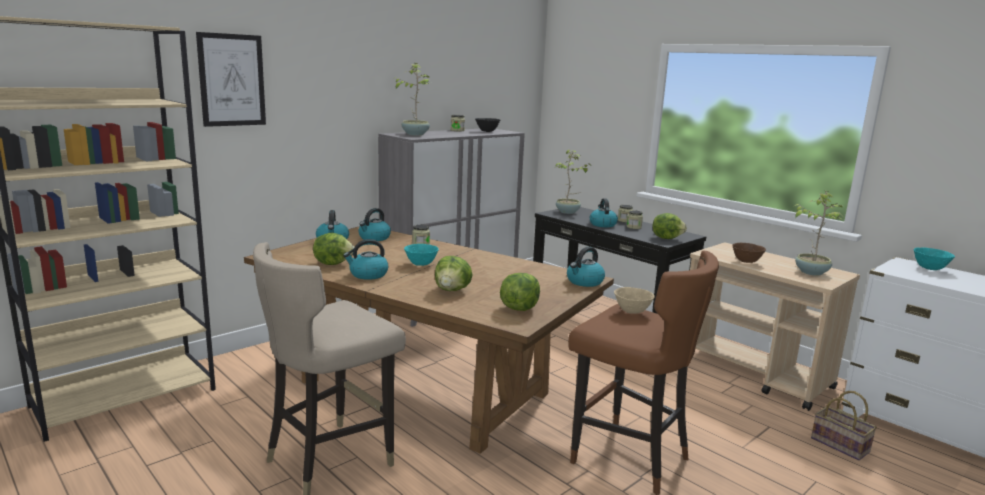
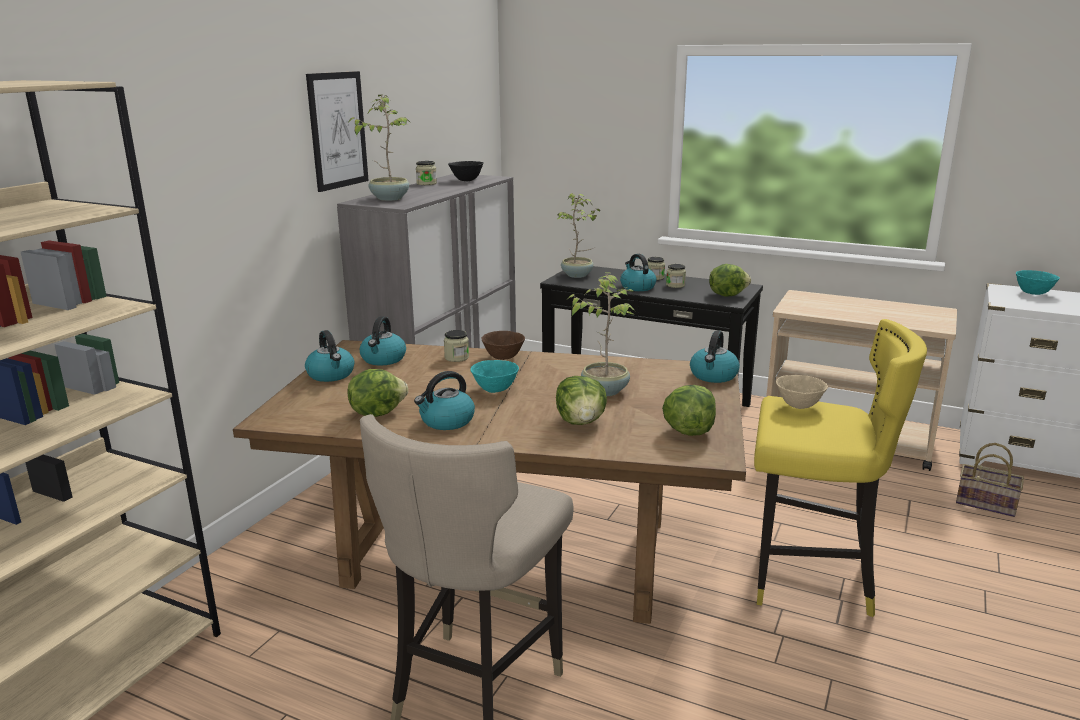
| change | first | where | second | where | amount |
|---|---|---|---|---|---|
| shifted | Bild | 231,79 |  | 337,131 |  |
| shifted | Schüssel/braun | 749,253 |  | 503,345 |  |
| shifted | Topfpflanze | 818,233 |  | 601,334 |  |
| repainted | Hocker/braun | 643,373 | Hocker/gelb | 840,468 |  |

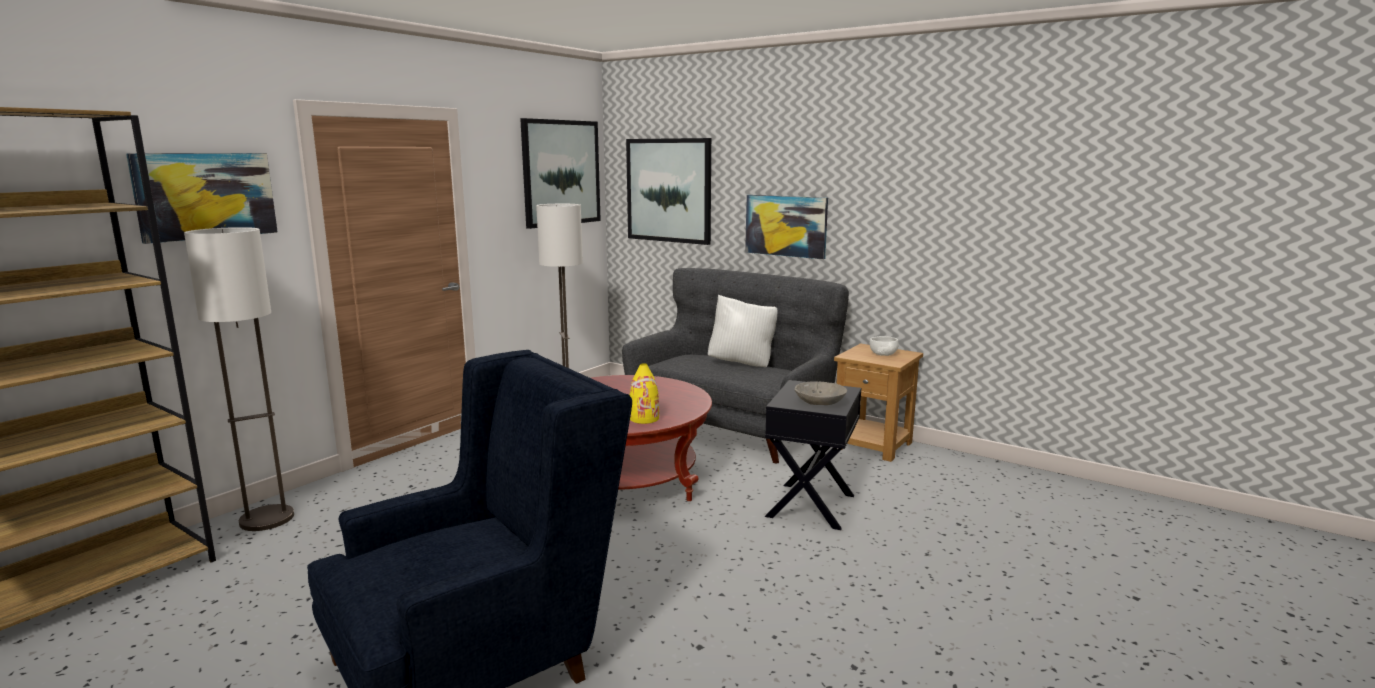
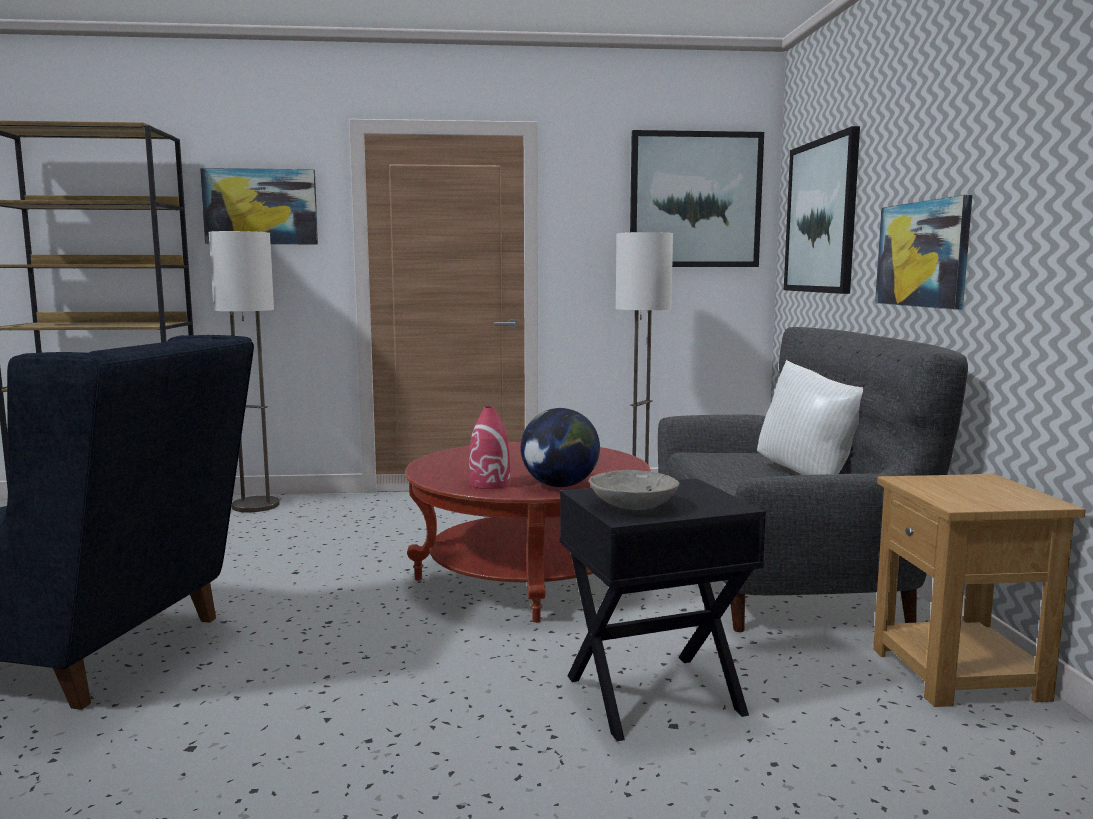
| change | first | where | second | where | amount |
|---|---|---|---|---|---|
| repainted | Vase/gelb | 644,393 | Vase/rot | 489,447 |  |
| new |  |  | Globus | 560,447 |  |
| gone | Schüssel/weiß | 884,346 |  |  |  |

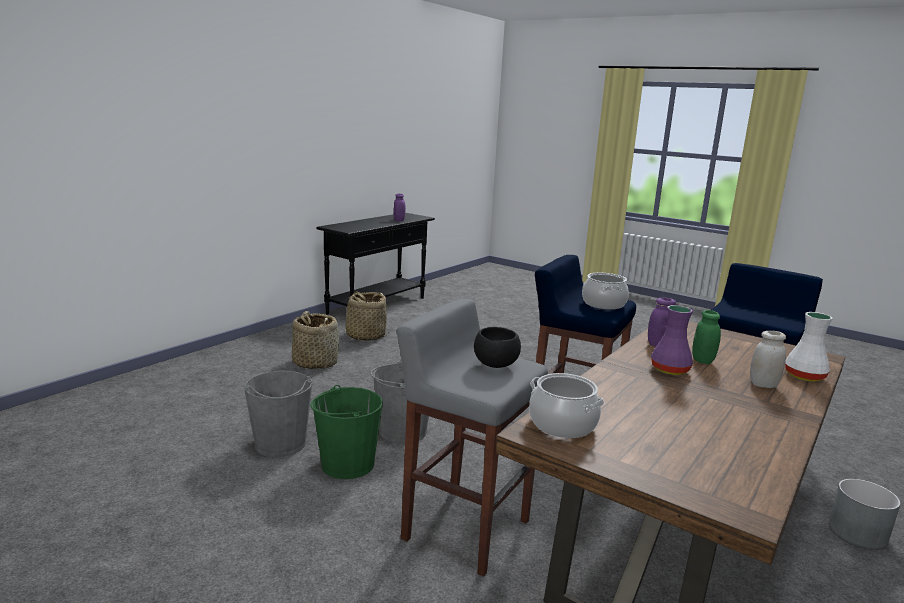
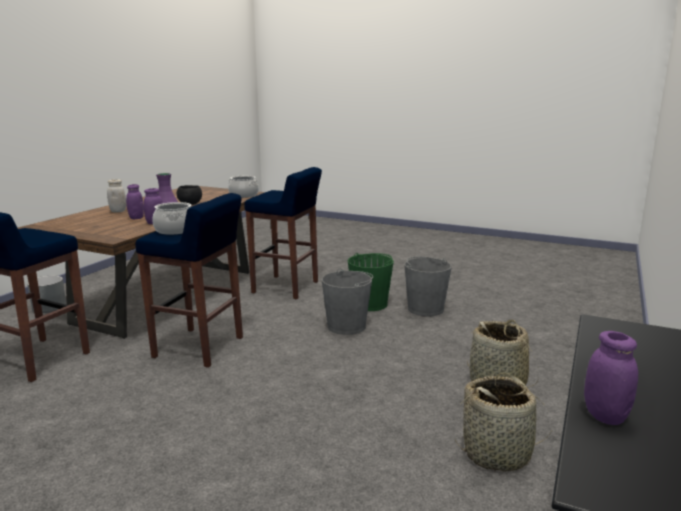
| change | first | where | second | where | amount |
|---|---|---|---|---|---|
| repainted | Vorratsglas/grün | 706,337 | Vorratsglas/lila | 135,201 |  |
| shifted | Schüssel/schwarz | 497,347 |  | 189,195 |  |
| repainted | Hocker/grau | 472,438 | Hocker/blau | 283,233 |  |
| gone | Vase/weiß | 809,347 |  |  |  |

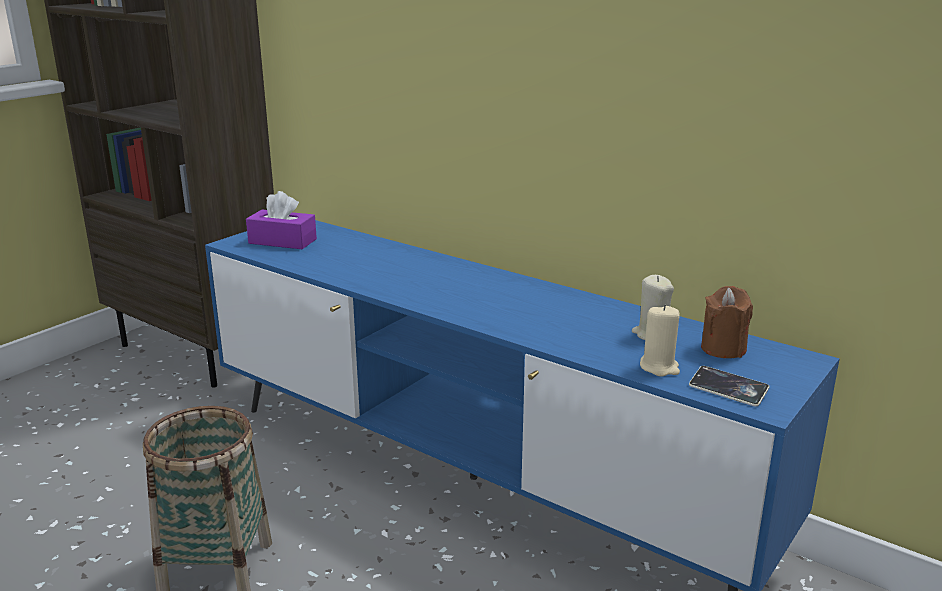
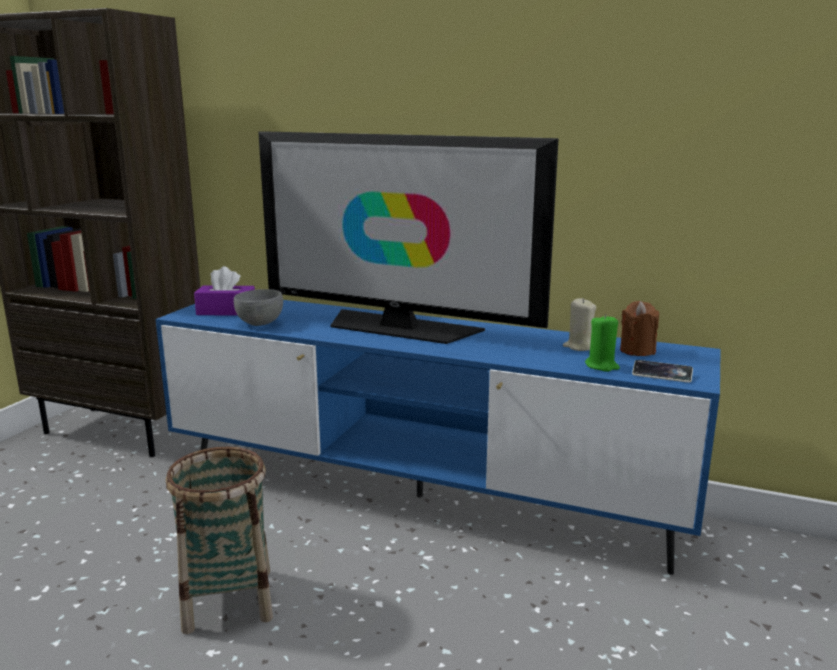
| change | first | where | second | where | amount |
|---|---|---|---|---|---|
| new |  |  | Schüssel/grau | 258,307 |  |
| new |  |  | Fernseher | 408,237 |  |
| repainted | Kerze/beige | 660,341 | Kerze/grün | 602,343 |  |

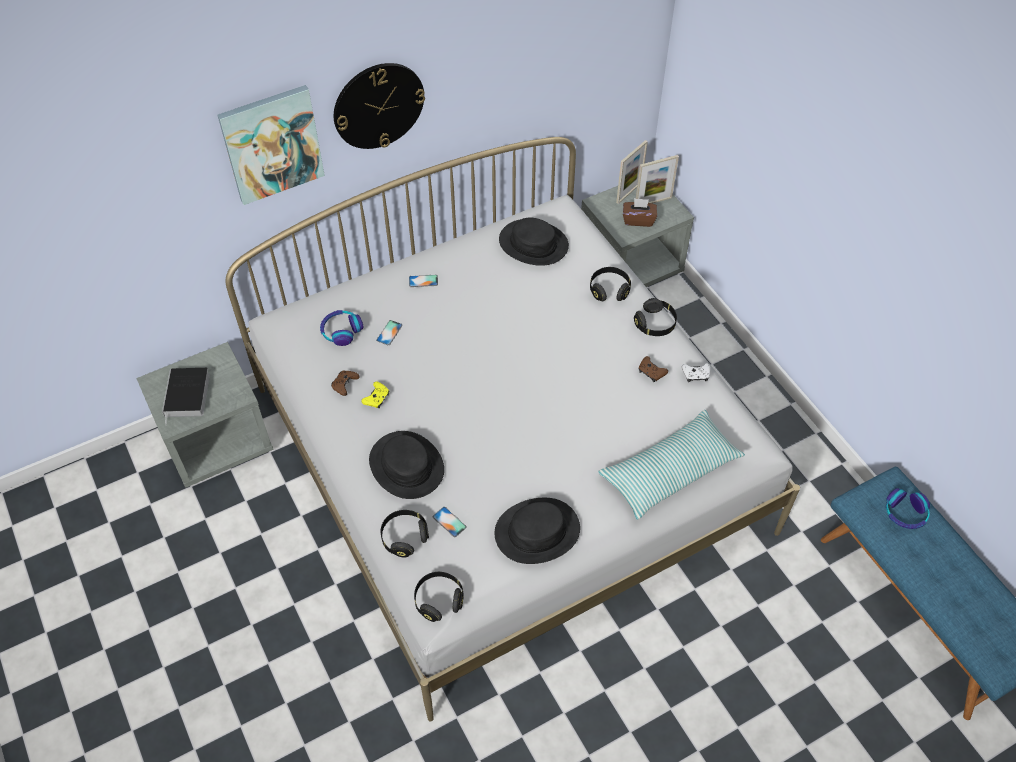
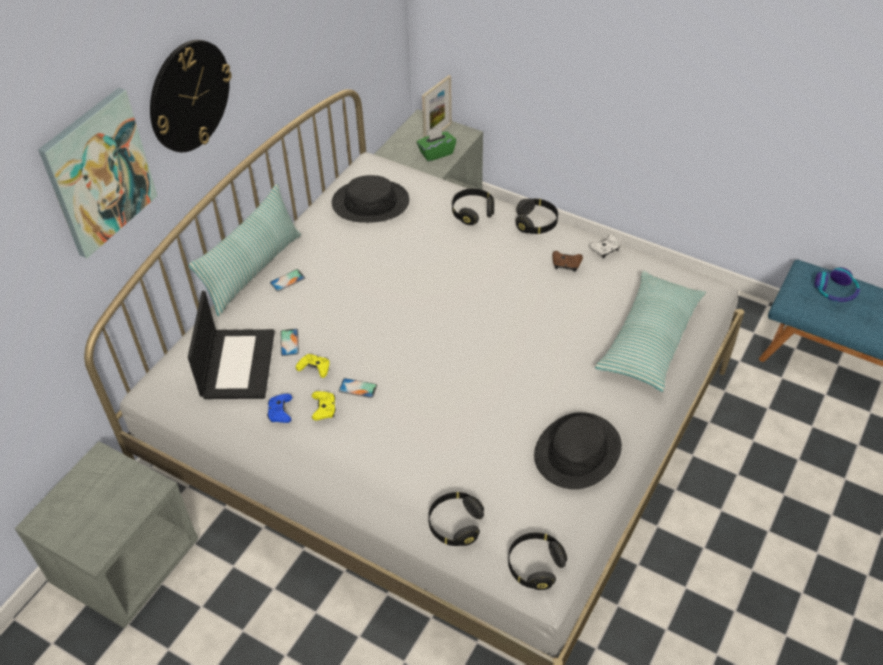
| change | first | where | second | where | amount |
|---|---|---|---|---|---|
| swapped | Kopfhörer | 341,328 | Laptop | 231,345 |  |
| new |  |  | Kissen | 245,250 |  |
| repainted | Gamepad/braun | 345,383 | Gamepad/blau | 279,408 |  |
| new |  |  | Gamepad/gelb | 313,366 |  |
| shifted | Handy | 450,522 |  | 358,388 |  |
| repainted | Taschentuchbox/braun | 640,212 | Taschentuchbox/grün | 436,144 |  |
| gone | Buch | 186,397 |  |  |  |
| gone | Hut/schwarz | 406,465 |  |  |  |
| gone | Bilderrahmen | 632,172 |  |  |  |

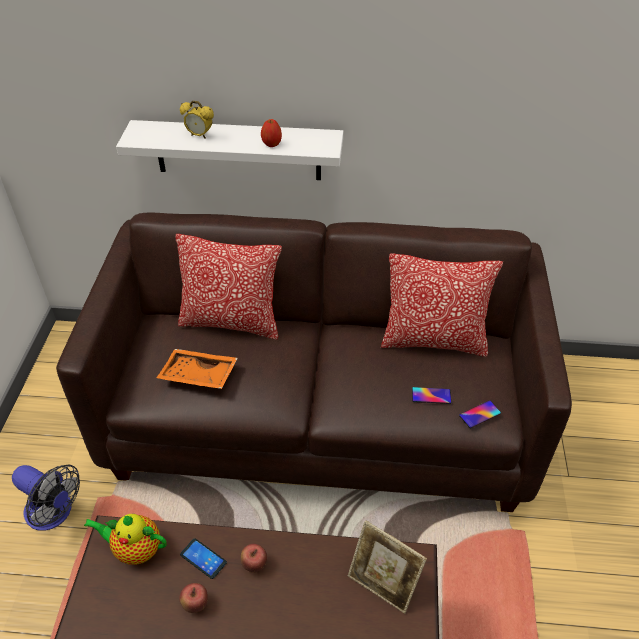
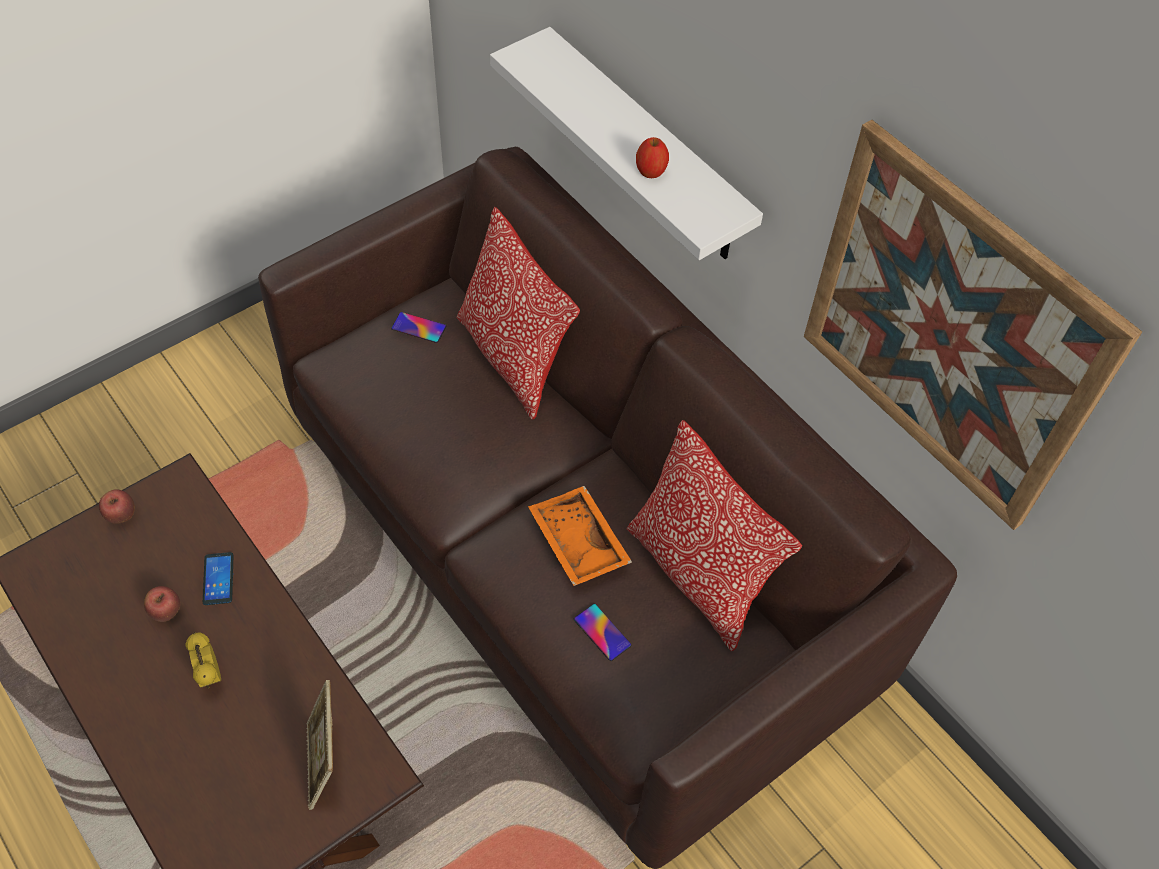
| change | first | where | second | where | amount |
|---|---|---|---|---|---|
| shifted | Apfel | 254,558 |  | 117,506 |  |
| shifted | Wecker | 197,120 |  | 203,660 |  |
| shifted | Handy | 480,414 |  | 418,327 |  |
| shifted | Tablett/orange | 197,369 |  | 580,536 |  |
| new |  |  | Bild | 973,325 |  |
| gone | Ventilator | 46,498 |  |  |  |
| gone | Teekanne | 125,539 |  |  |  |

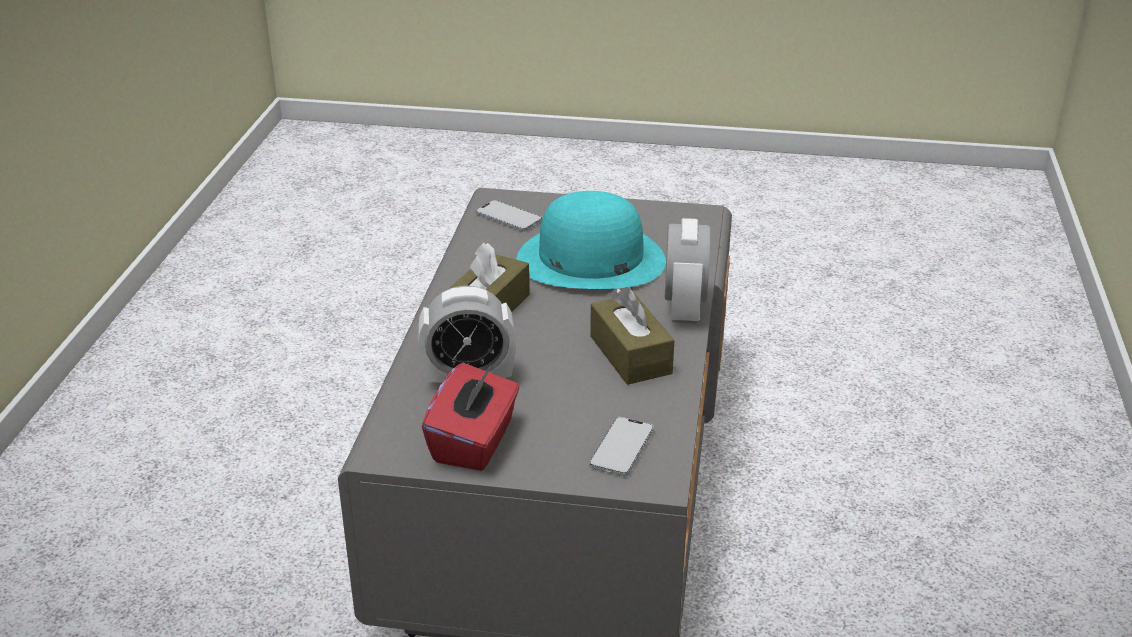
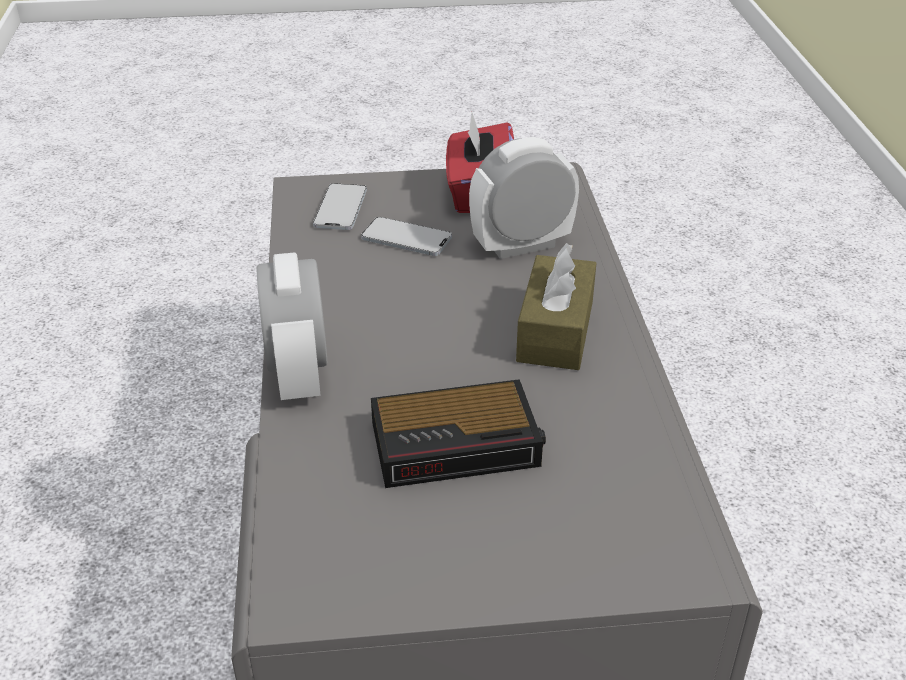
| change | first | where | second | where | amount |
|---|---|---|---|---|---|
| shifted | Handy | 509,216 |  | 406,236 |  |
| swapped | Hut/türkis | 591,240 | Wecker | 458,433 |  |
| gone | Taschentuchbox/braun | 632,336 |  |  |  |

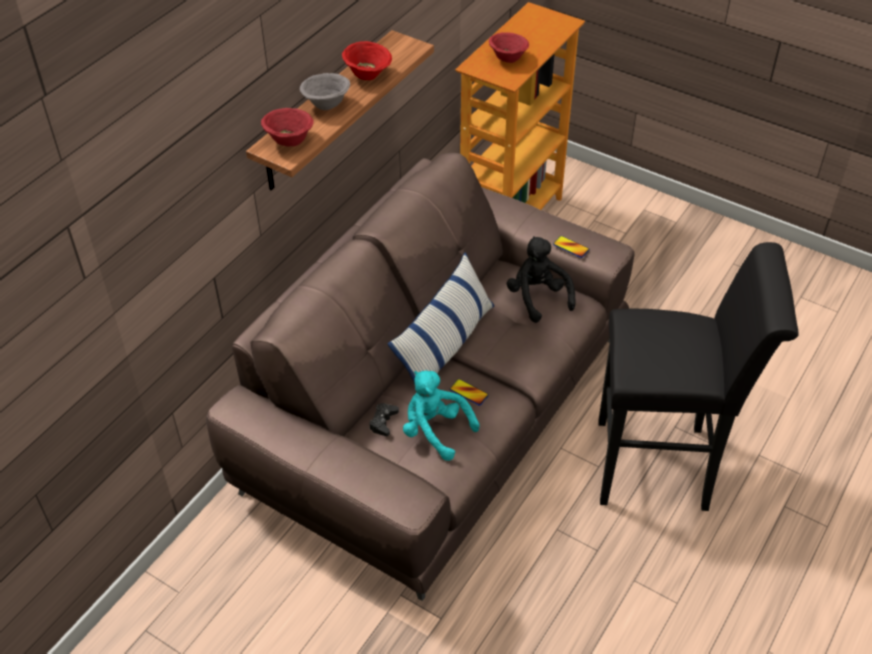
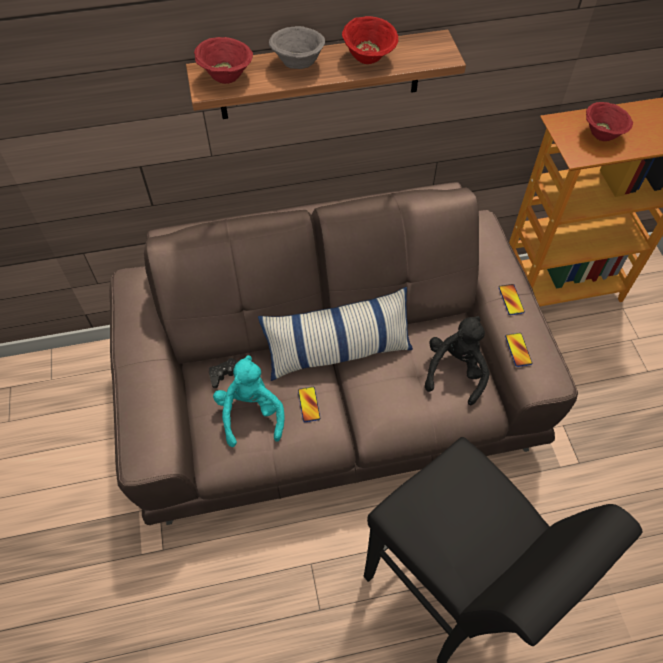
| change | first | where | second | where | amount |
|---|---|---|---|---|---|
| new |  |  | Handy | 512,299 |  |

